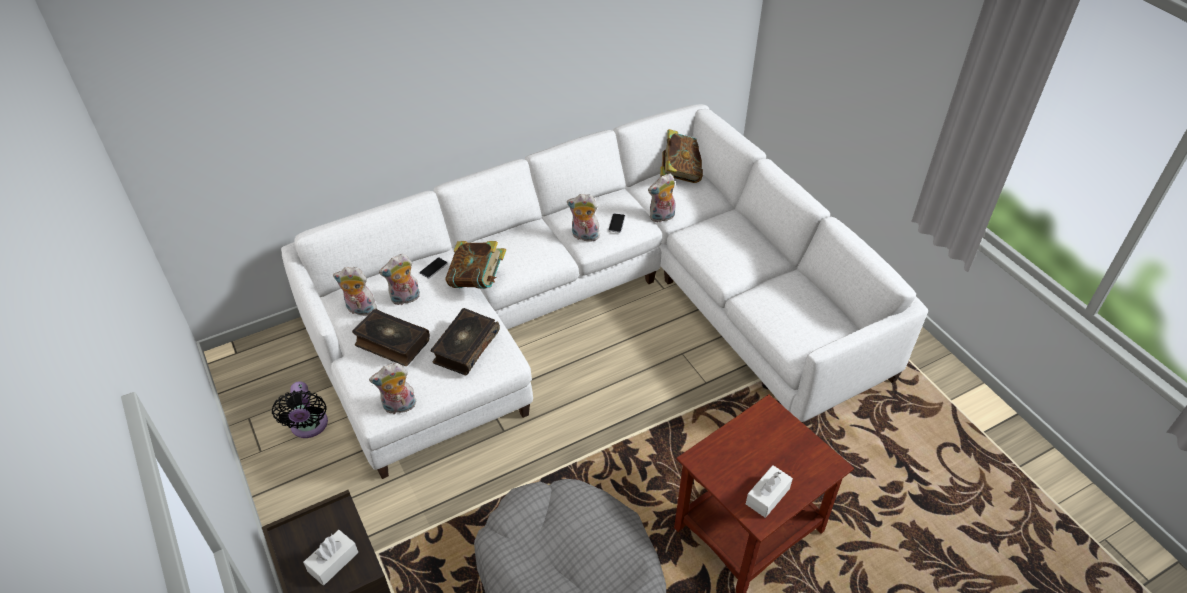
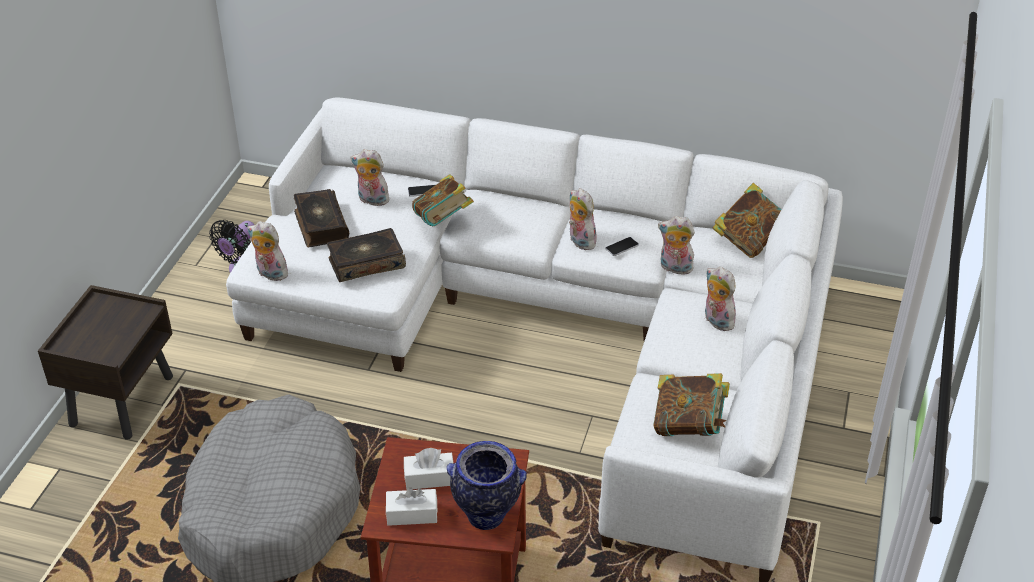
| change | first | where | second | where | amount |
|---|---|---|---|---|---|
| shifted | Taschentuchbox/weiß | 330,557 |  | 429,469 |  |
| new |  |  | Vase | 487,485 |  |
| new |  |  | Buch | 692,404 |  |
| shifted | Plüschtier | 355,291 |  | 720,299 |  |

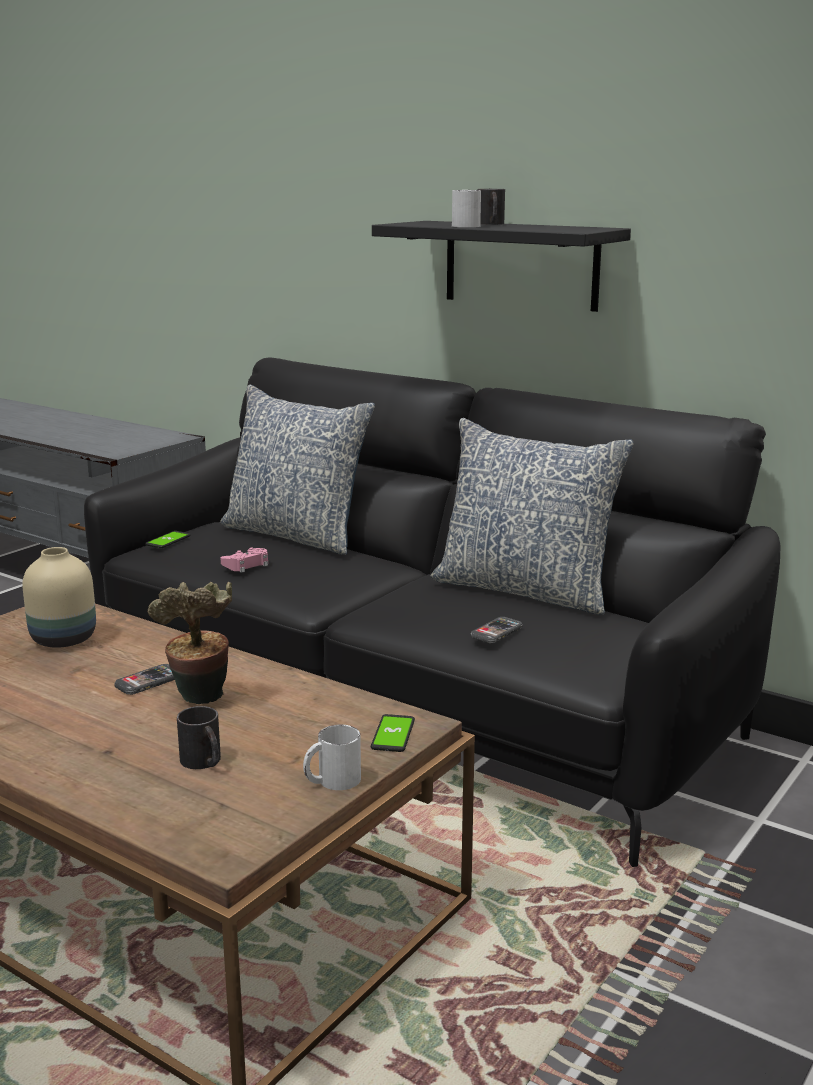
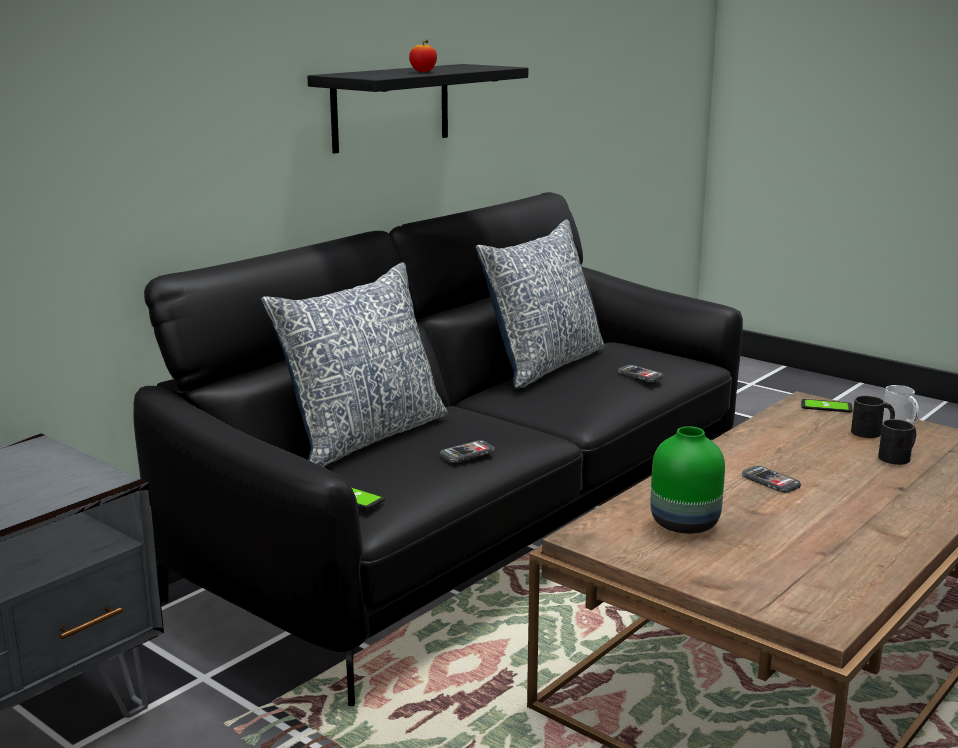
| change | first | where | second | where | amount |
|---|---|---|---|---|---|
| swapped | Henkelbecher/weiß | 466,208 | Apfel | 423,56 |  |
| swapped | Gamepad/rosa | 244,560 | Handy | 467,451 |  |
| repainted | Vase/beige | 59,597 | Vase/grün | 688,480 |  |
| shifted | Henkelbecher/schwarz | 491,207 |  | 873,417 |  |
| gone | Topfpflanze | 190,643 |  |  |  |

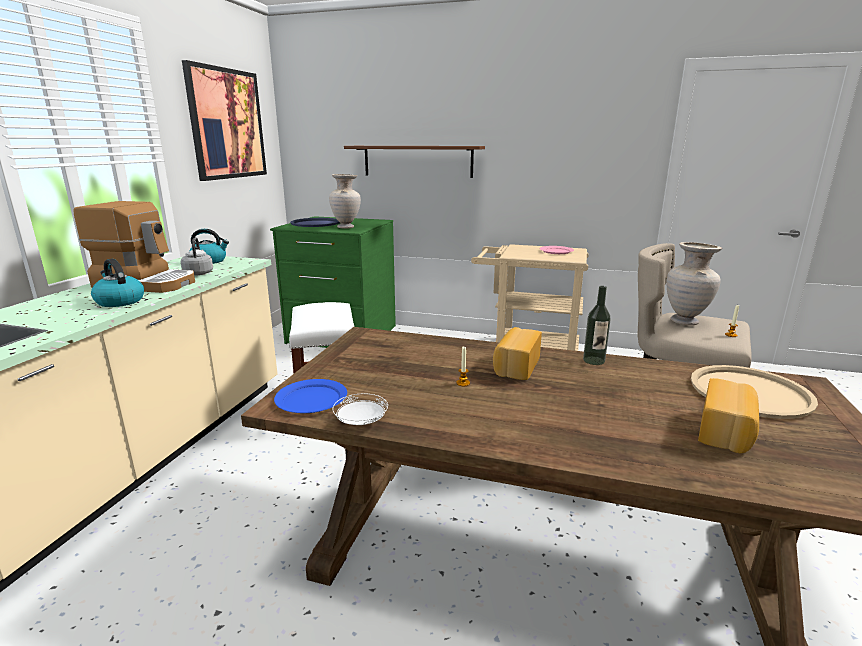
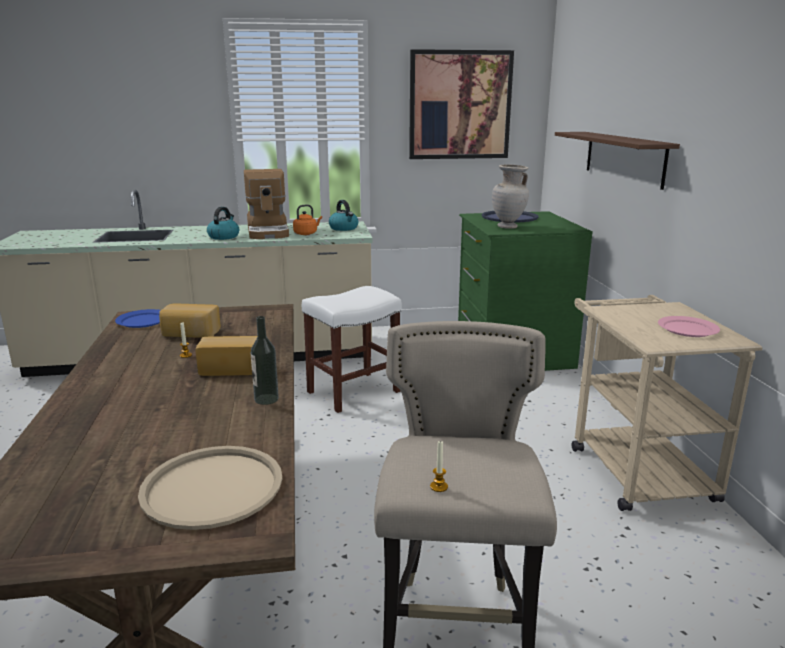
| change | first | where | second | where | amount |
|---|---|---|---|---|---|
| shifted | Brot | 728,415 |  | 190,320 |  |
| repainted | Wasserkessel/grau | 197,256 | Wasserkessel/orange | 307,220 |  |
| gone | Teller/weiß | 360,409 |  |  |  |
| gone | Vase/beige | 694,284 |  |  |  |

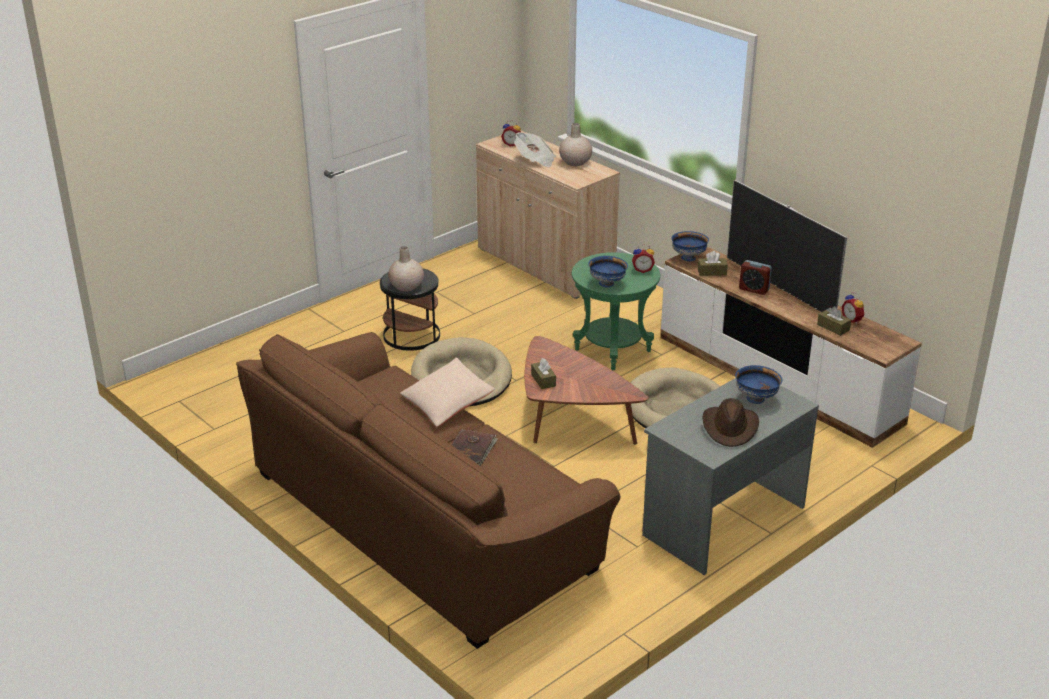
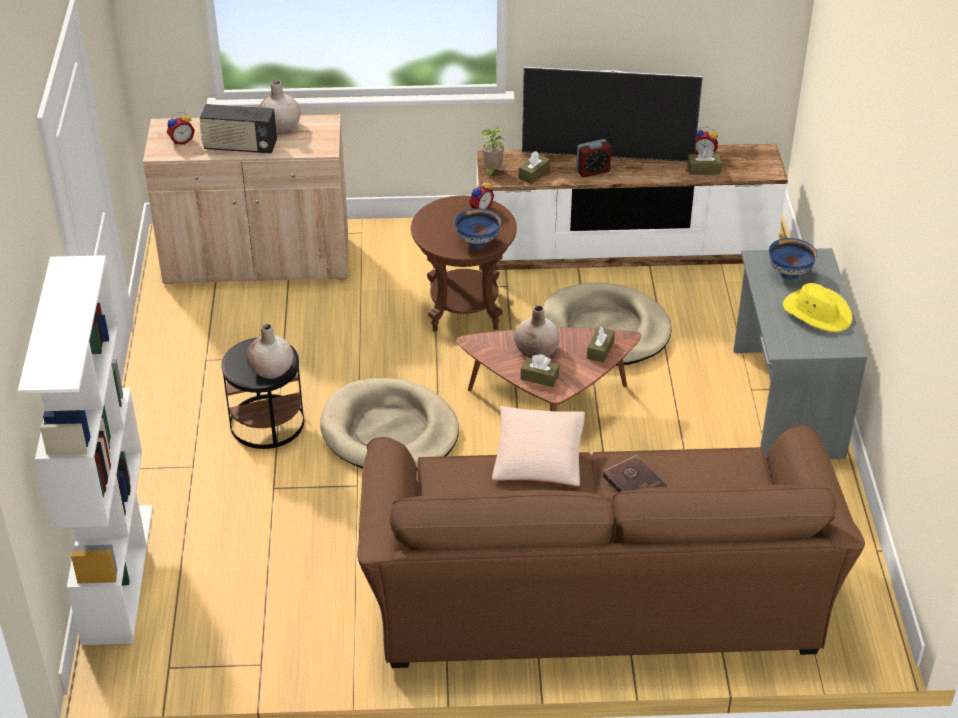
| change | first | where | second | where | amount |
|---|---|---|---|---|---|
| new |  |  | Bücherregal/weiß | 85,450 |  |
| swapped | Zeitung | 535,150 | Radio | 238,128 |  |
| repainted | Beistelltisch/grün | 616,311 | Beistelltisch/braun | 464,263 |  |
| swapped | Schüssel/blau | 690,246 | Topfpflanze | 493,153 |  |
| new |  |  | Vase/beige | 537,331 |  |
| new |  |  | Taschentuchbox/braun | 601,344 |  |
| repainted | Hut/braun | 730,422 | Hut/gelb | 818,307 |  |

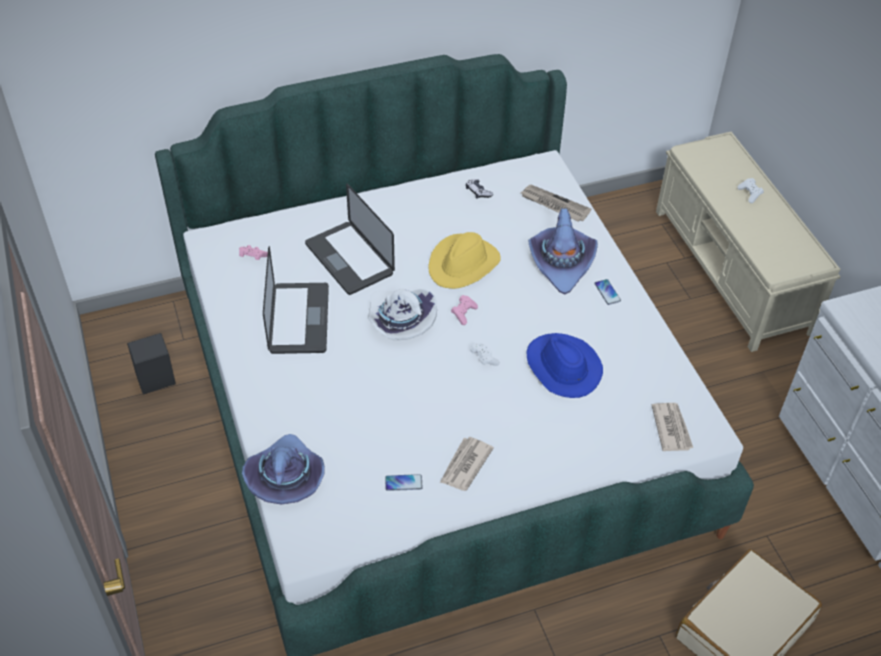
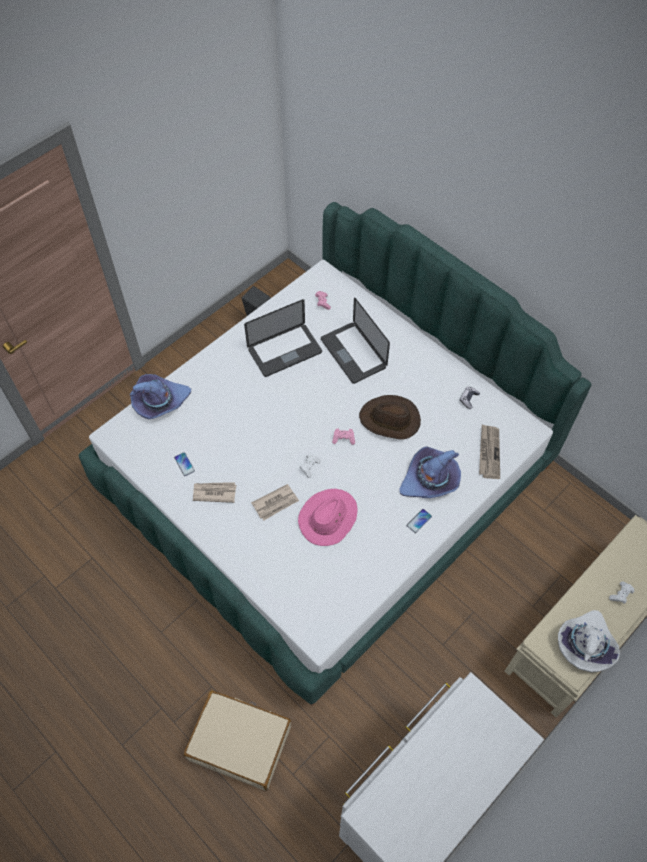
| change | first | where | second | where | amount |
|---|---|---|---|---|---|
| shifted | Zeitung | 672,427 |  | 275,502 |  |
| repainted | Hut/blau | 565,365 | Hut/rosa | 328,517 |  |
| rotated | Laptop | 350,239 |  | 355,340 | 60 degrees counterclockwise |
| repainted | Hut/gelb | 464,260 | Hut/braun | 390,417 |  |
| shifted | Hut/weiß | 402,314 |  | 589,641 |  |

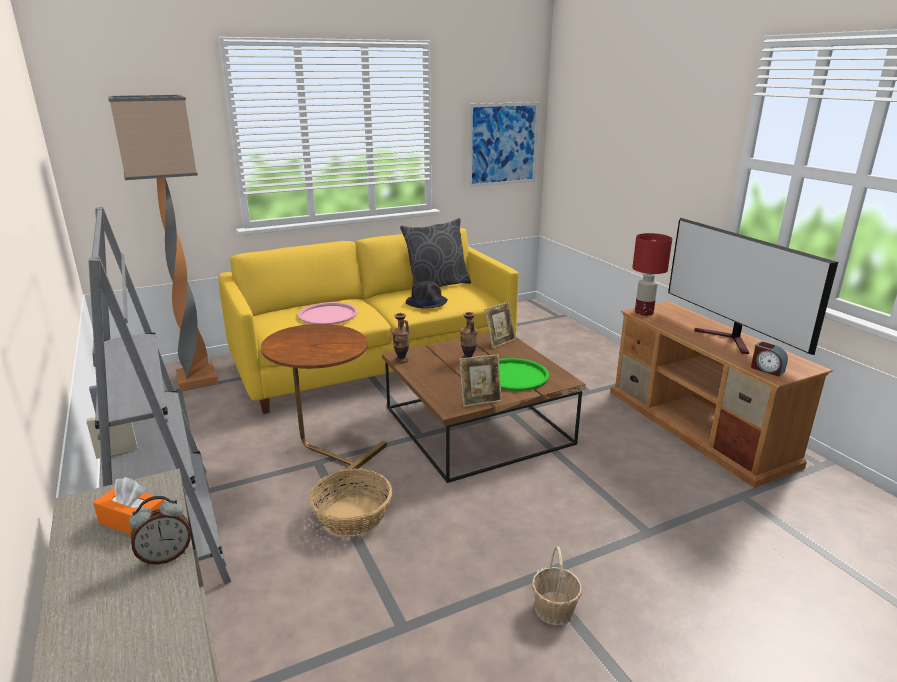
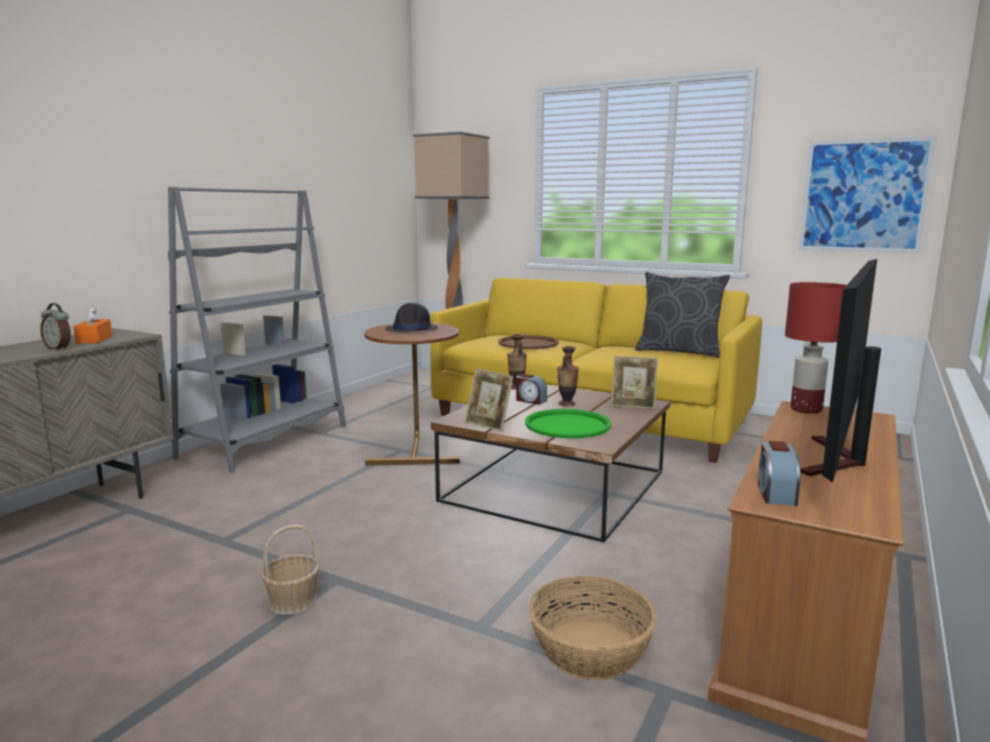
| change | first | where | second | where | amount |
|---|---|---|---|---|---|
| shifted | Hut/schwarz | 427,294 |  | 411,317 |  |
| repainted | Tablett/rosa | 327,313 | Tablett/braun | 528,342 |  |
| new |  |  | Wecker | 531,389 |  |
| shifted | Korb | 350,503 |  | 593,628 |  |

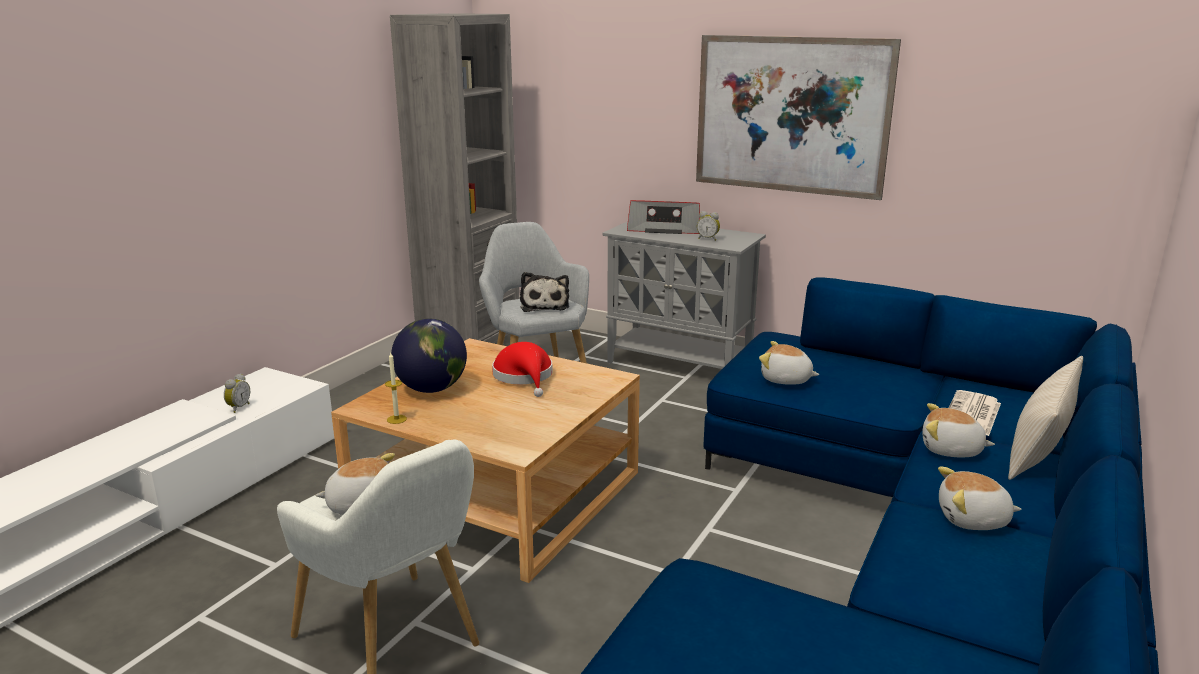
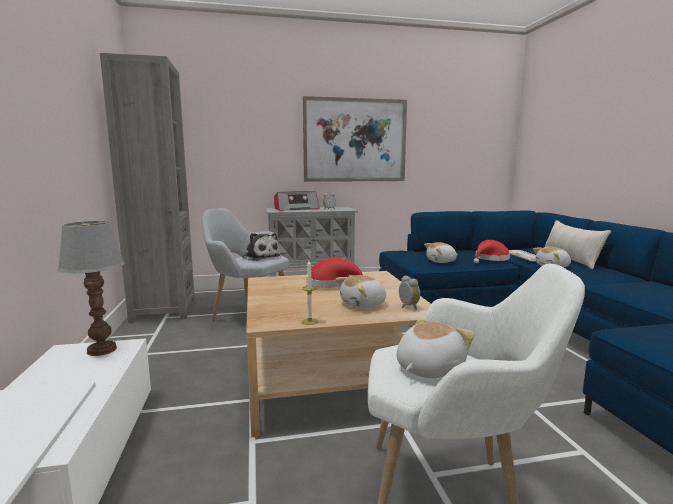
| change | first | where | second | where | amount |
|---|---|---|---|---|---|
| new |  |  | Tischlampe | 91,288 |  |
| shifted | Plüschtier | 980,498 |  | 360,292 |  |
| shifted | Wecker | 237,393 |  | 409,292 |  |
| new |  |  | Hut/rot | 492,251 |  |
| gone | Globus | 429,356 |  |  |  |

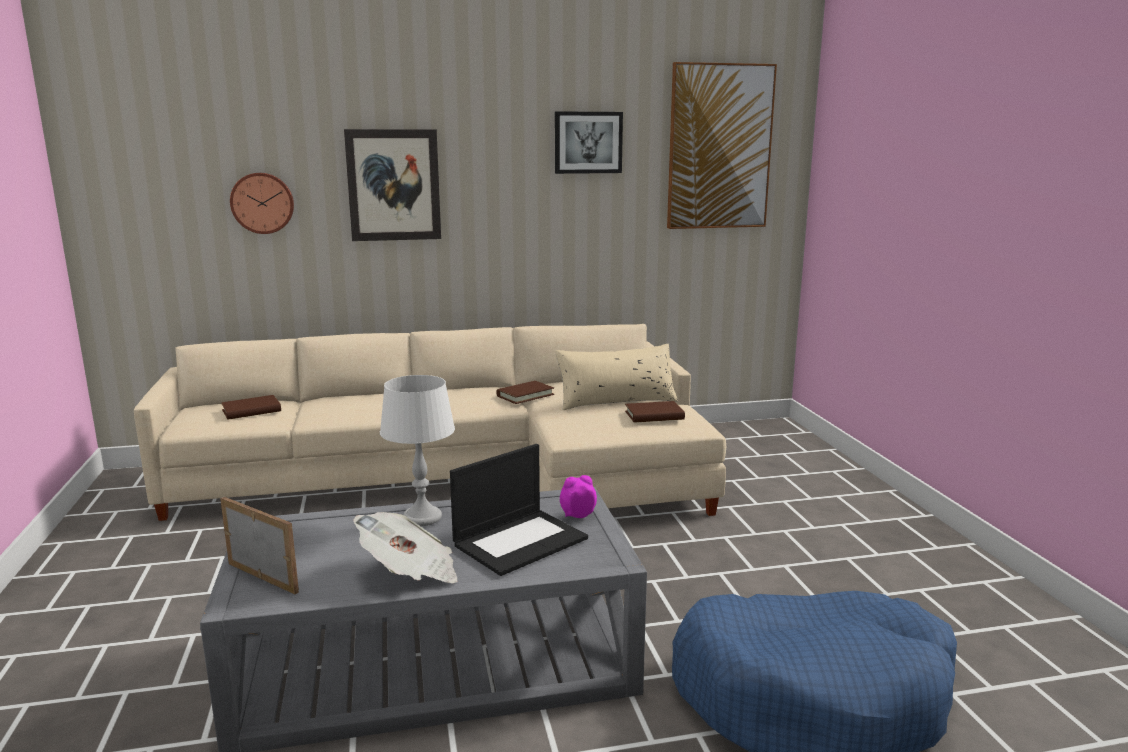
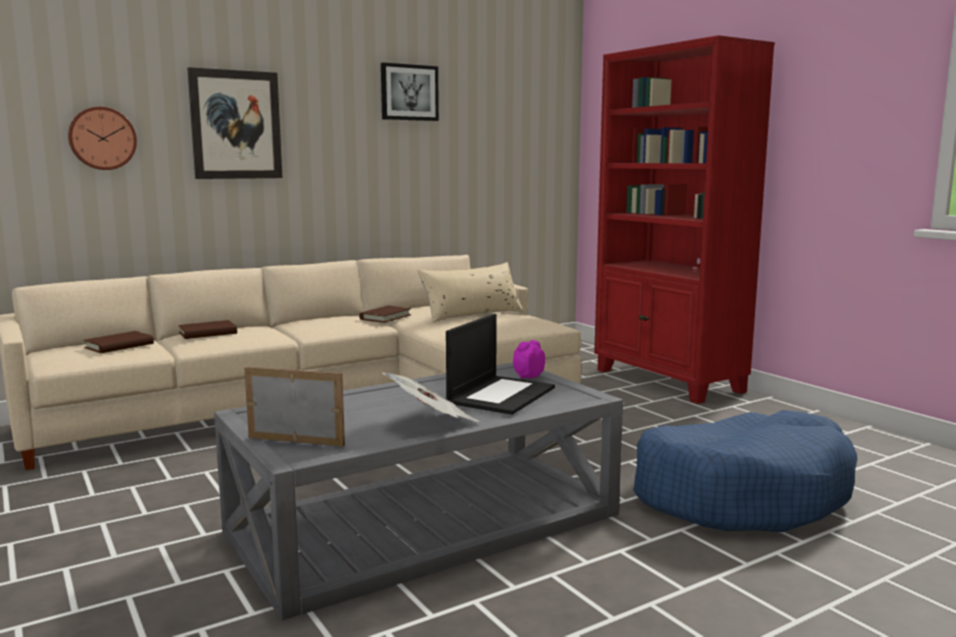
| change | first | where | second | where | amount |
|---|---|---|---|---|---|
| shifted | Buch/braun | 655,412 |  | 207,329 |  |
| new |  |  | Bücherregal/rot | 684,219 |  |
| gone | Tischlampe/weiß | 417,450 |  |  |  |
| gone | Bild | 722,145 |  |  |  |

